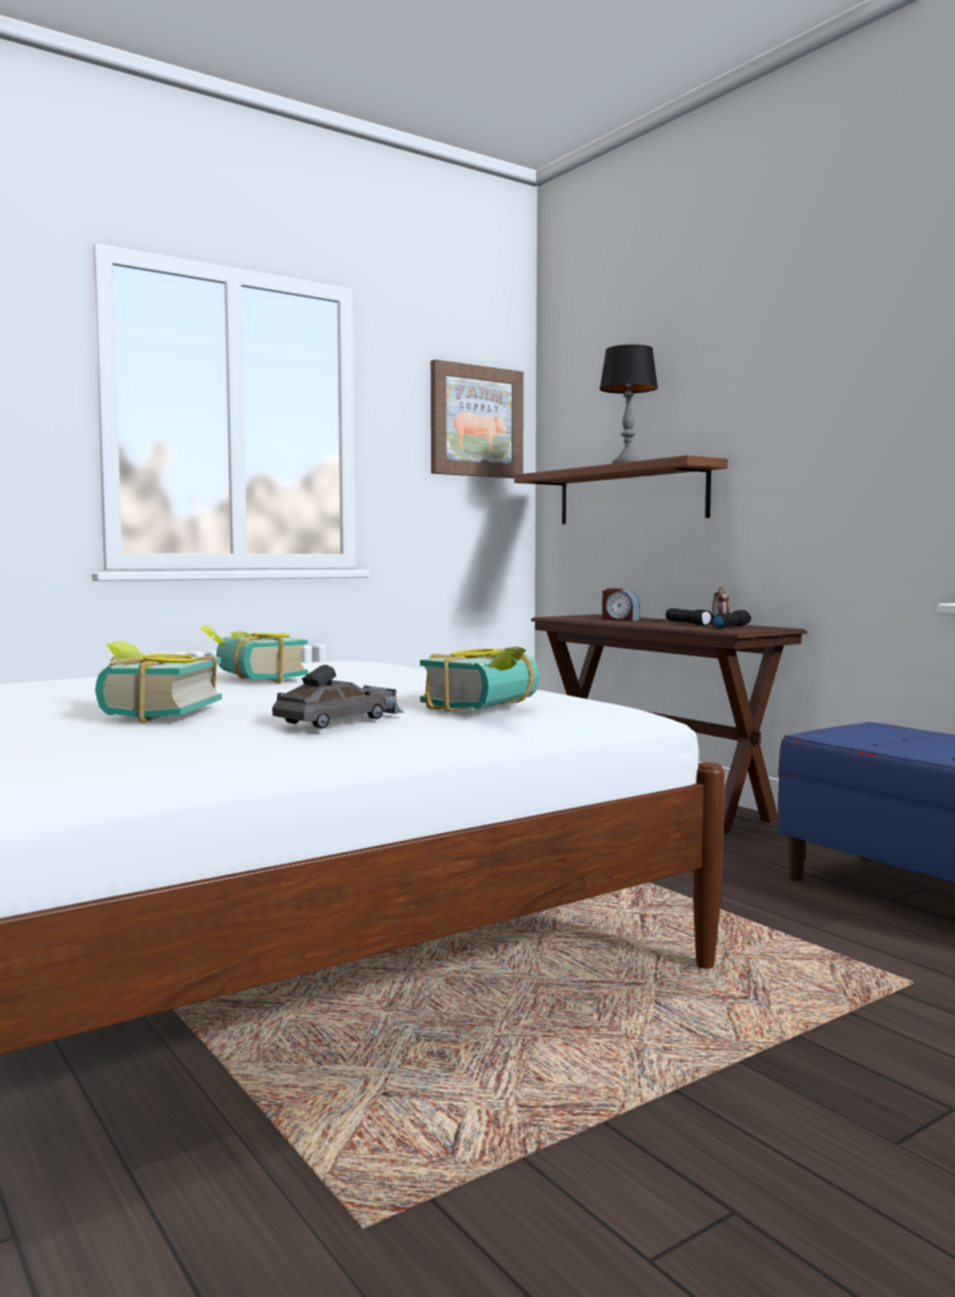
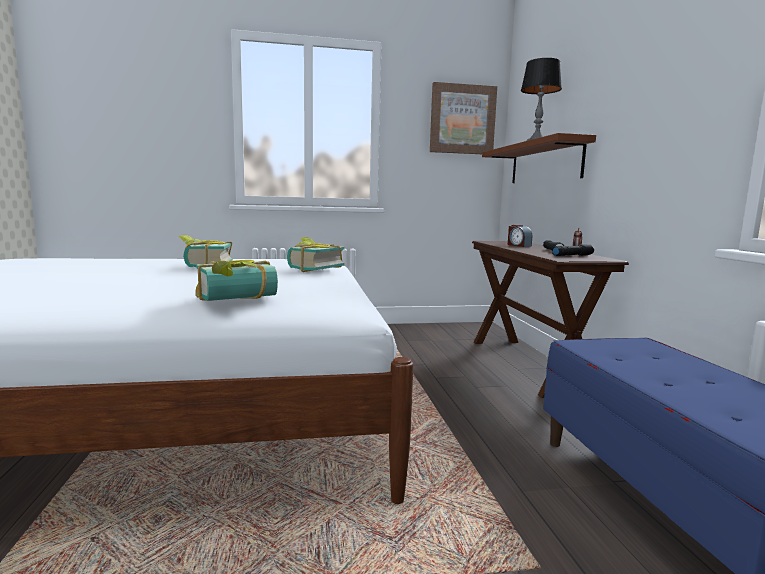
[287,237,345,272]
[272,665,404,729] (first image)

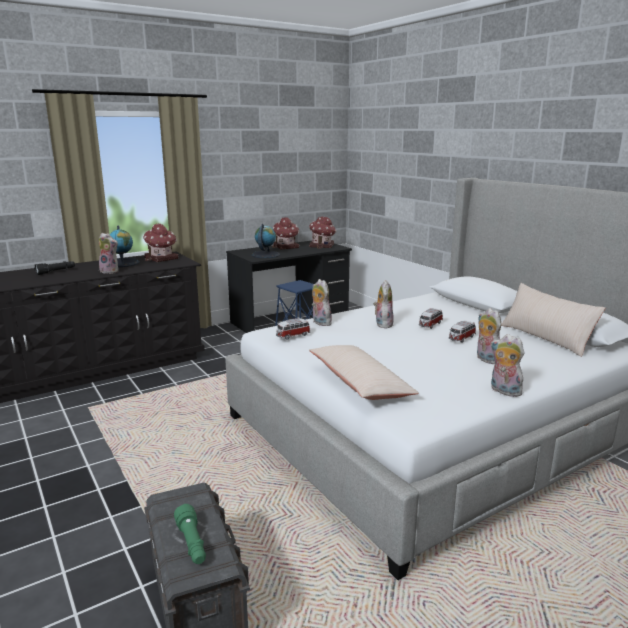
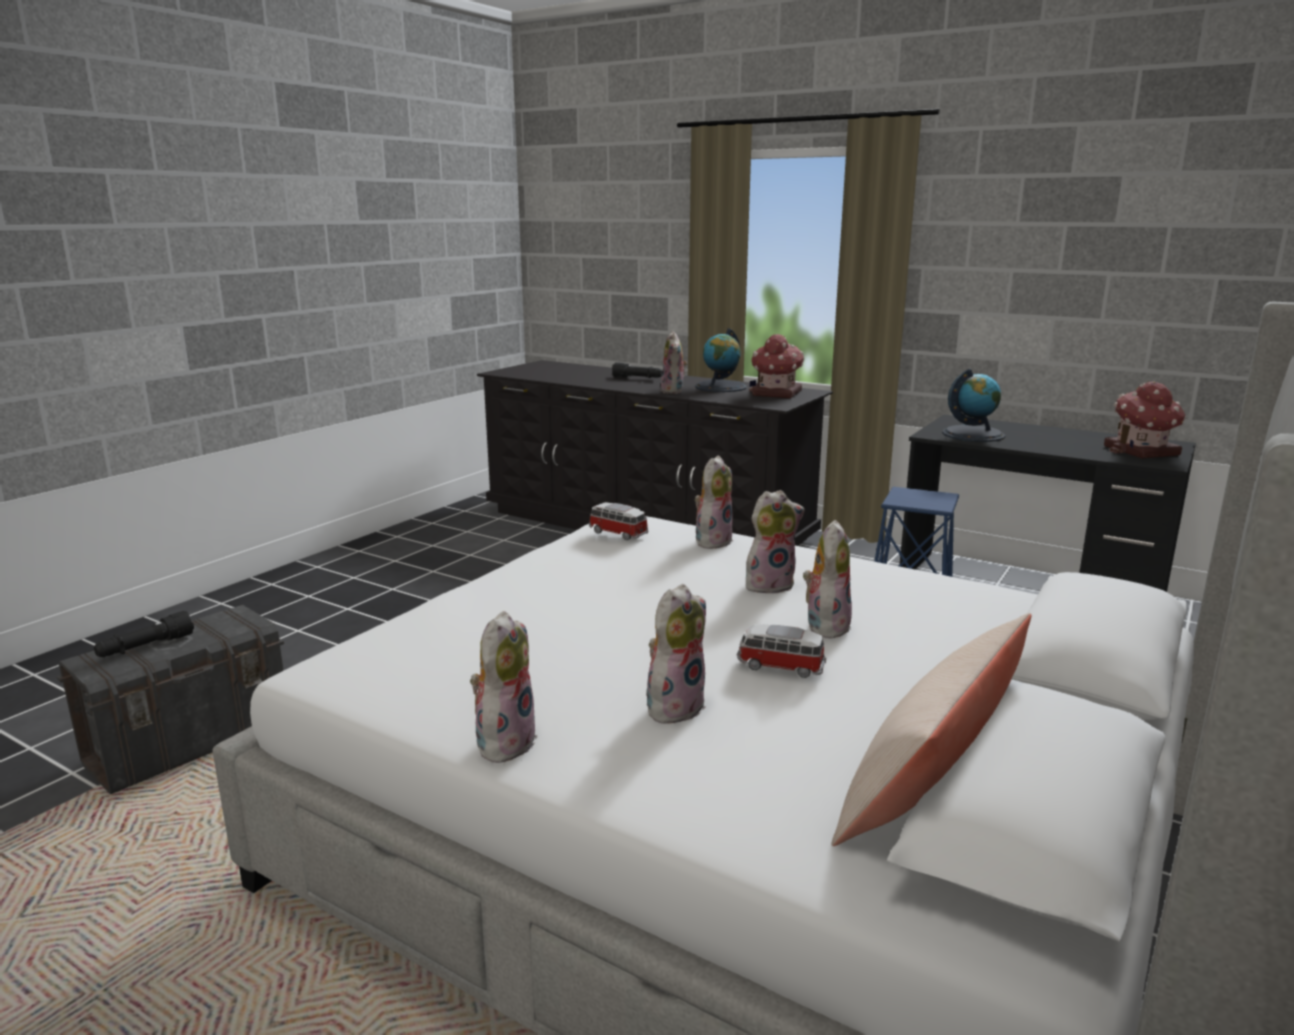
[94,611,194,657]
[803,520,852,639]
[272,217,299,249] (first image)
[309,345,419,400] (first image)

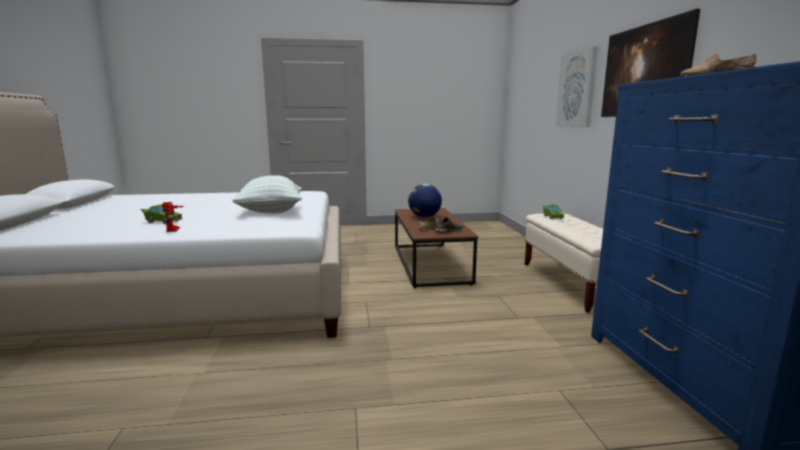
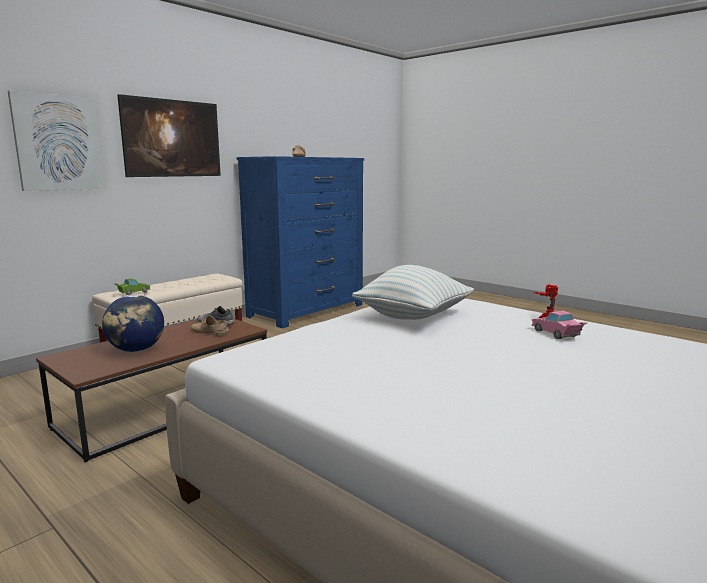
[532,311,587,339]

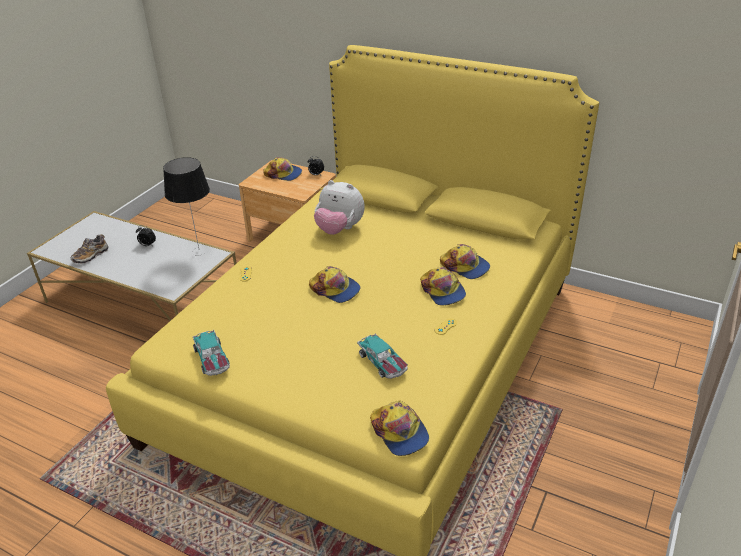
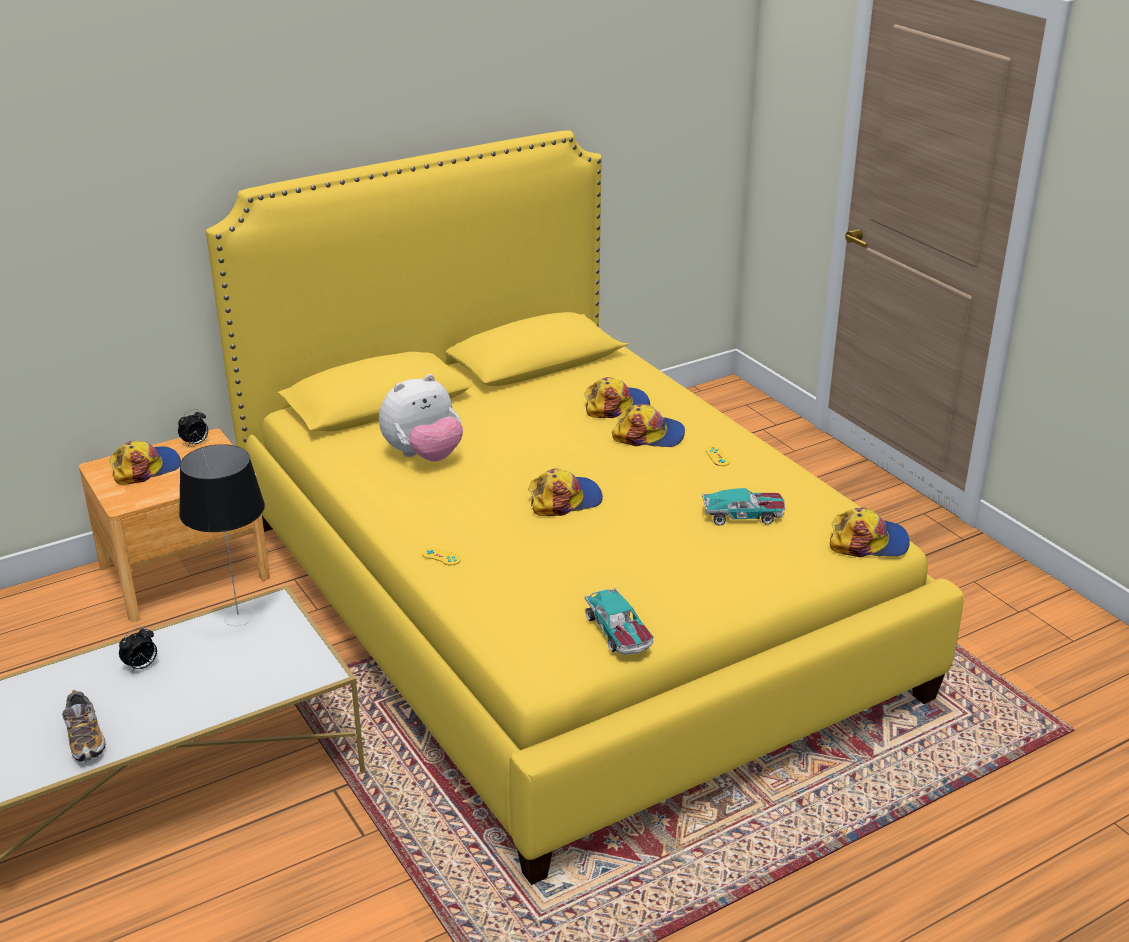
[585,588,654,655]

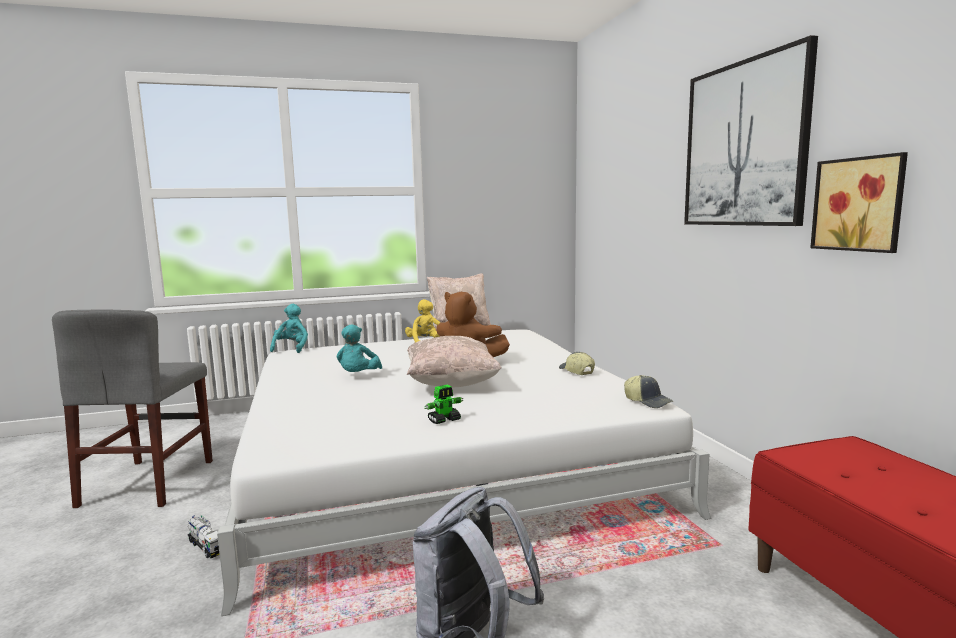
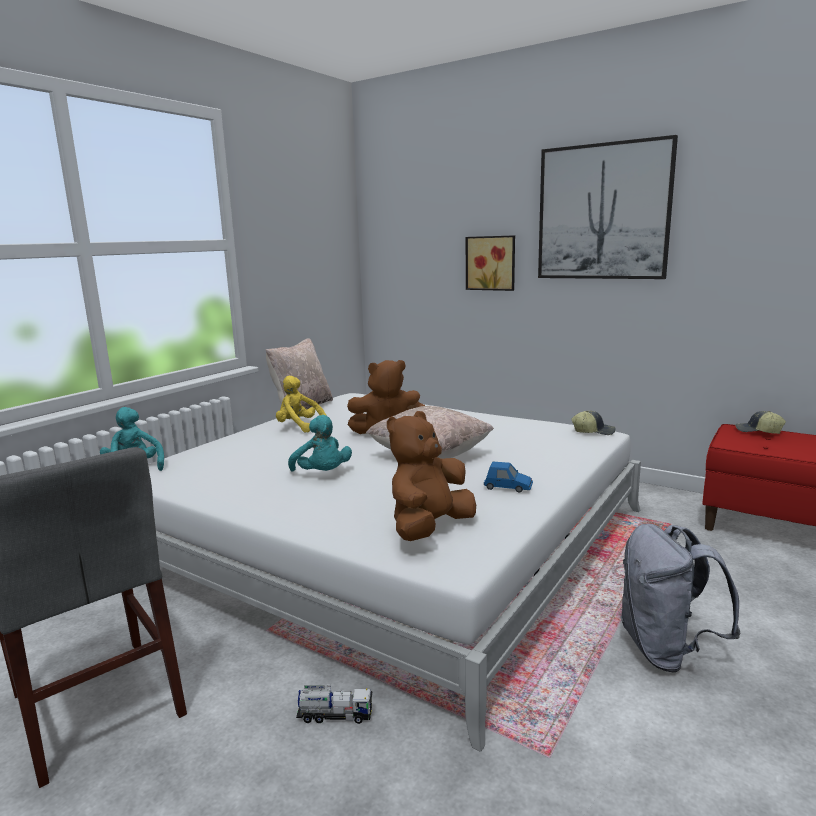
[387,411,476,541]
[466,235,515,291]
[484,462,533,493]
[735,411,786,434]

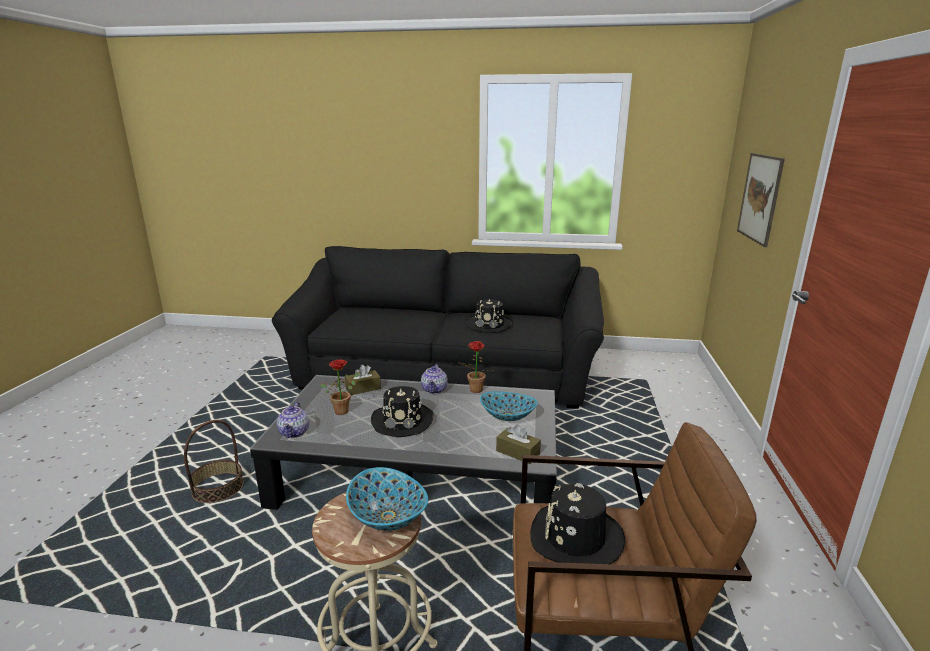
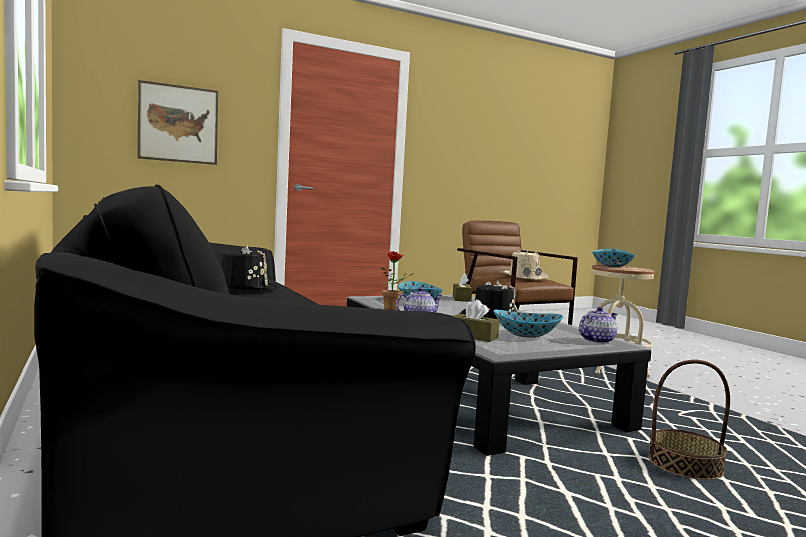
[493,310,563,338]
[501,248,549,280]

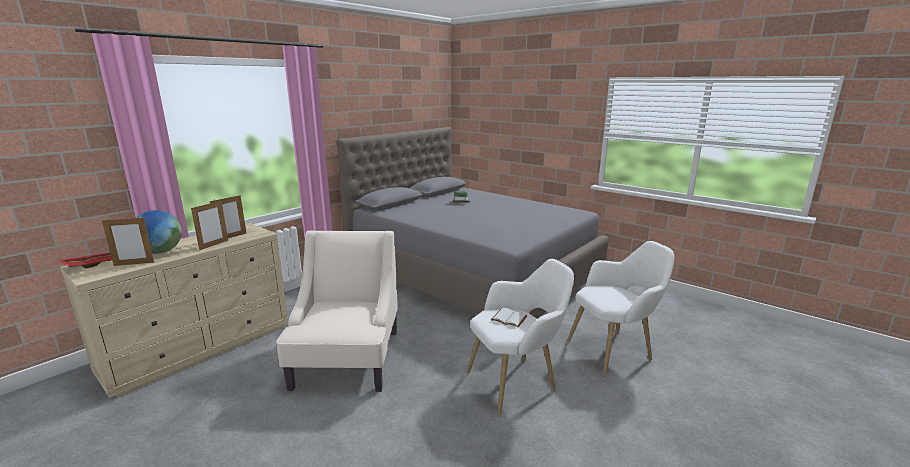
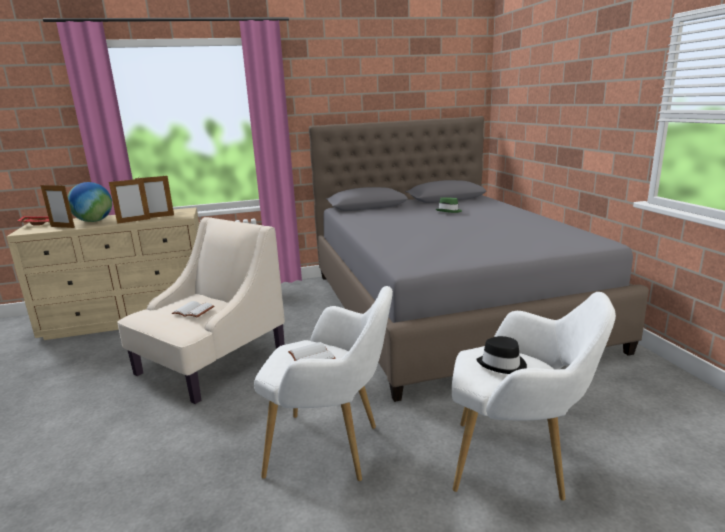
[172,301,214,317]
[476,336,527,374]

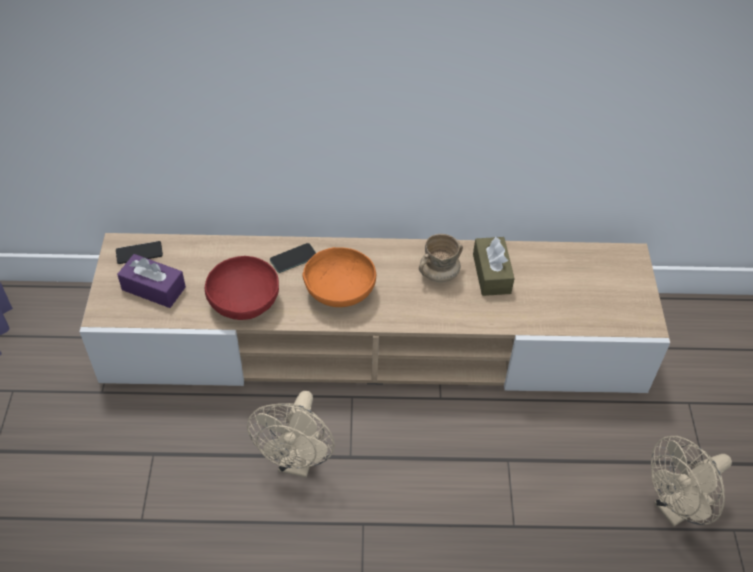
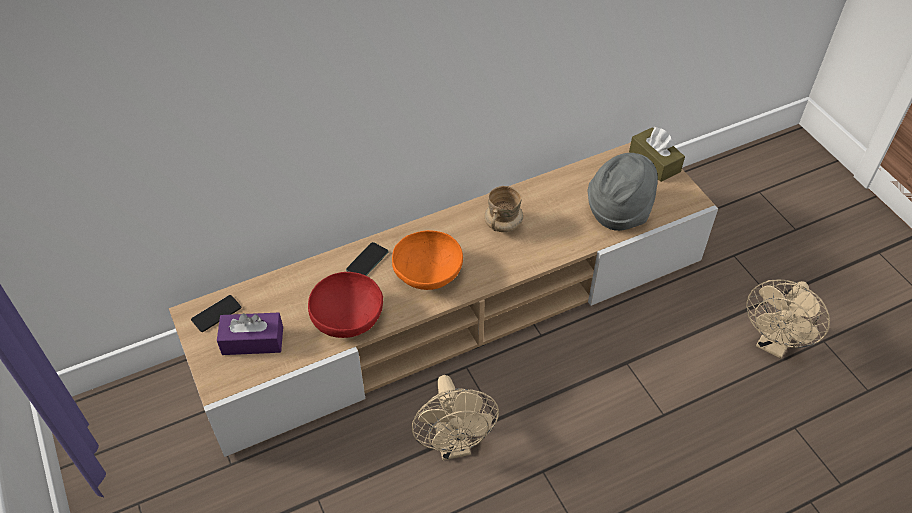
[587,153,658,231]
[629,127,685,182]

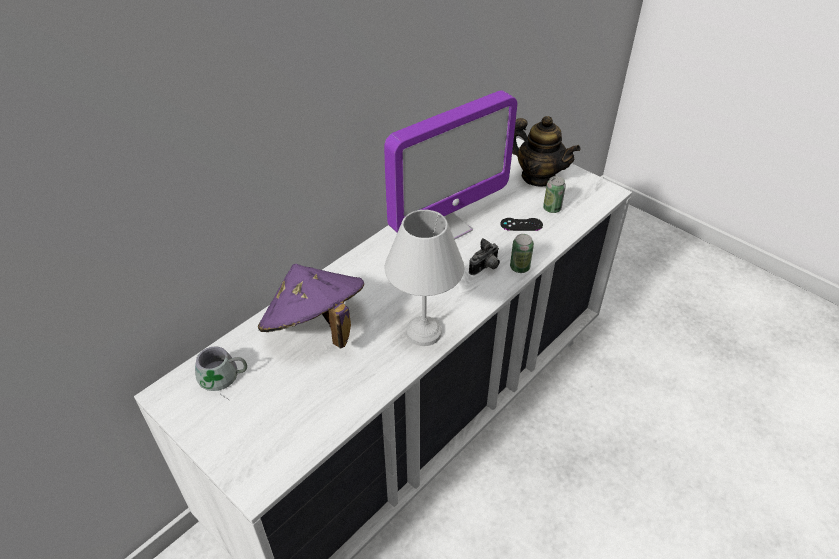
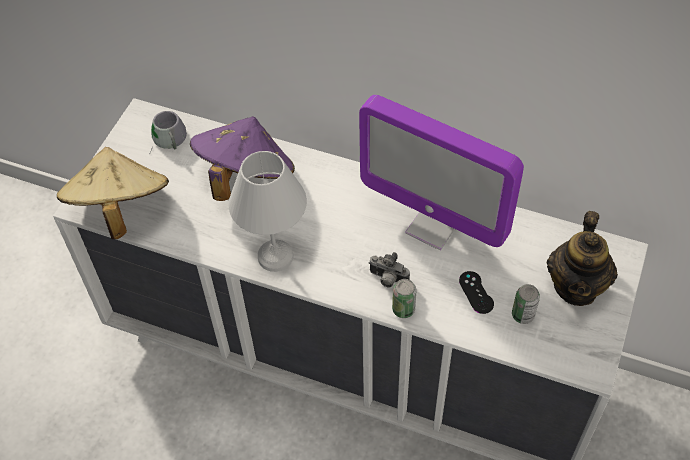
[57,147,169,239]

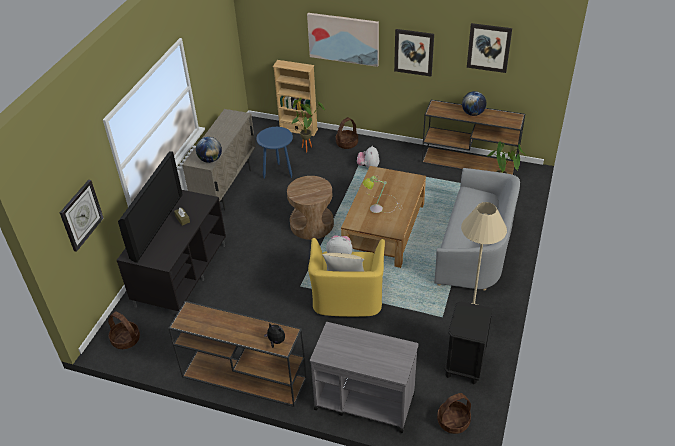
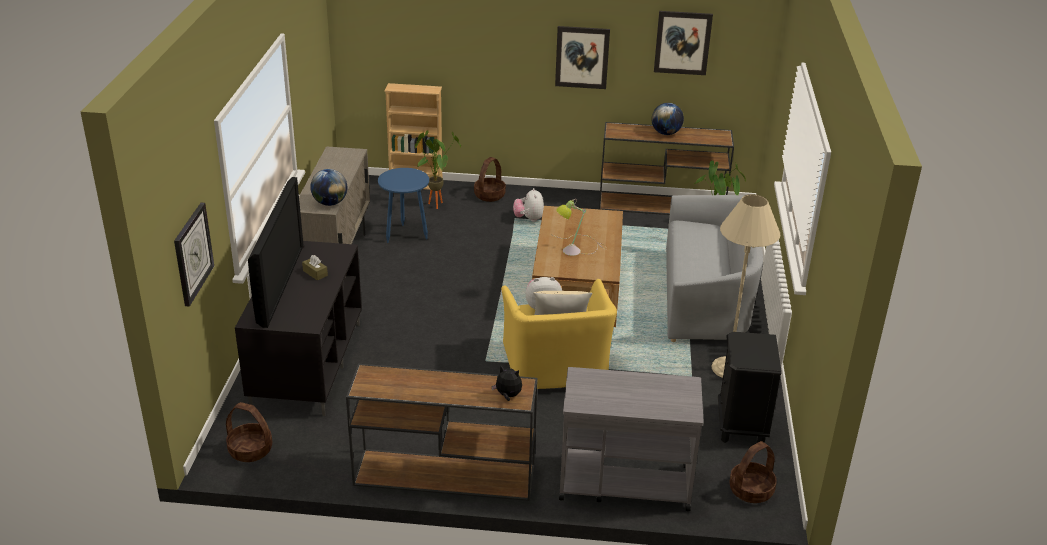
[287,176,334,240] (first image)
[307,13,379,67] (first image)

